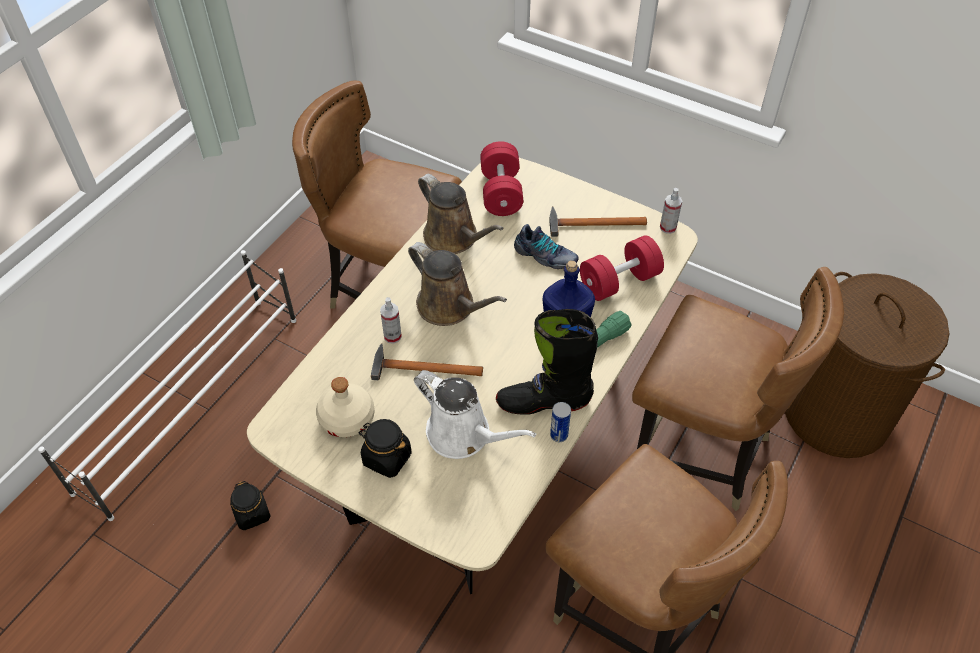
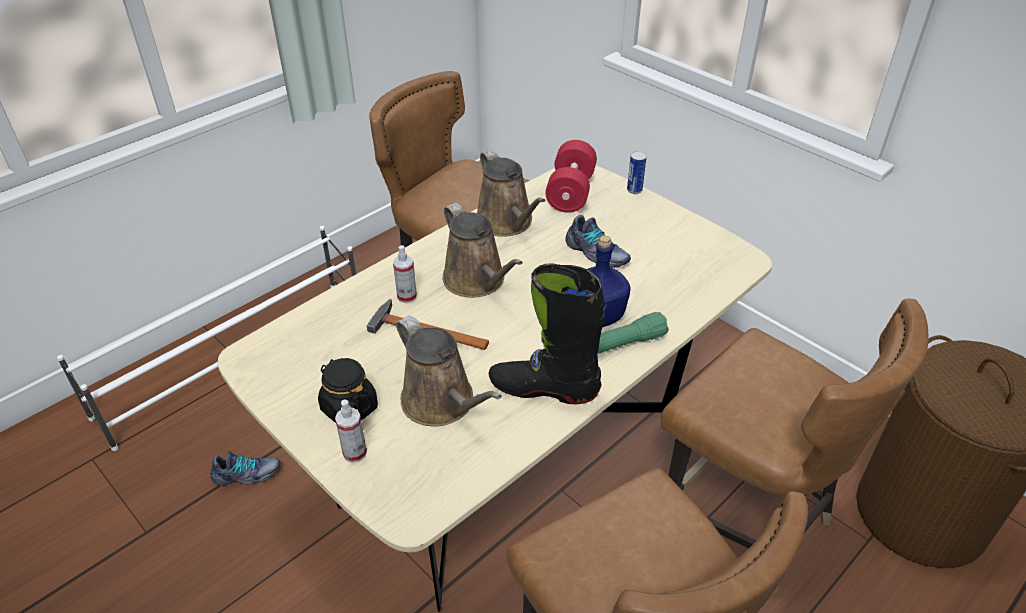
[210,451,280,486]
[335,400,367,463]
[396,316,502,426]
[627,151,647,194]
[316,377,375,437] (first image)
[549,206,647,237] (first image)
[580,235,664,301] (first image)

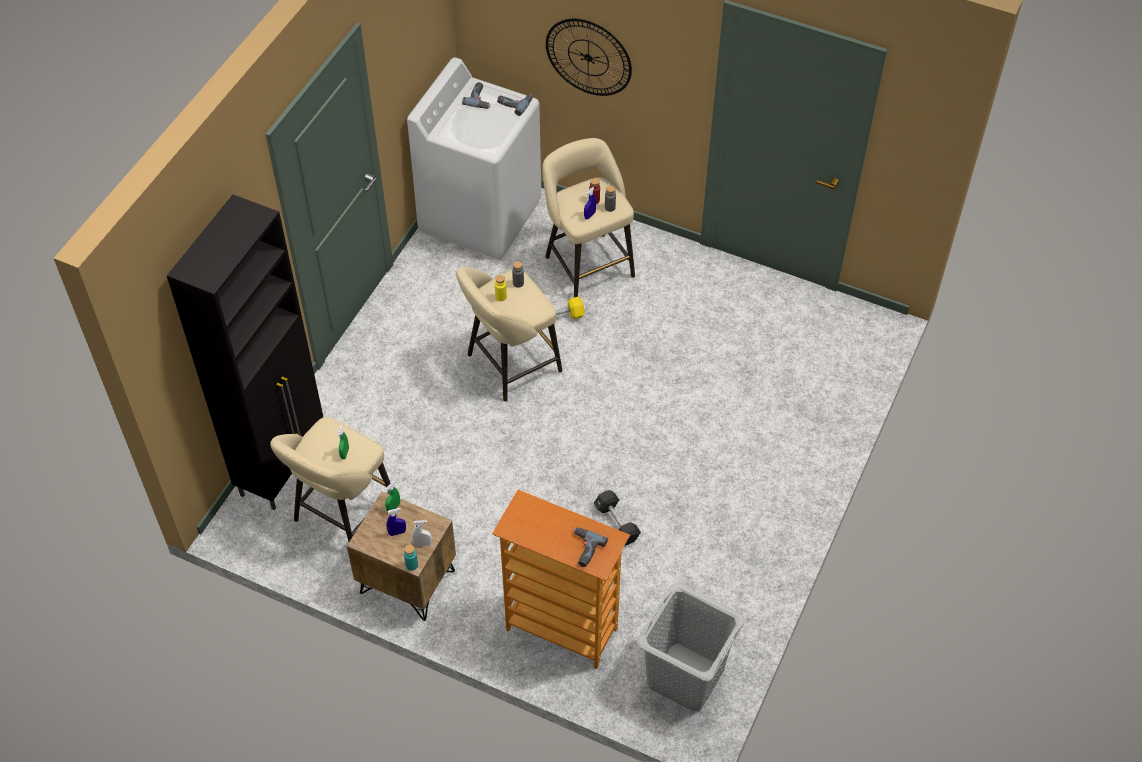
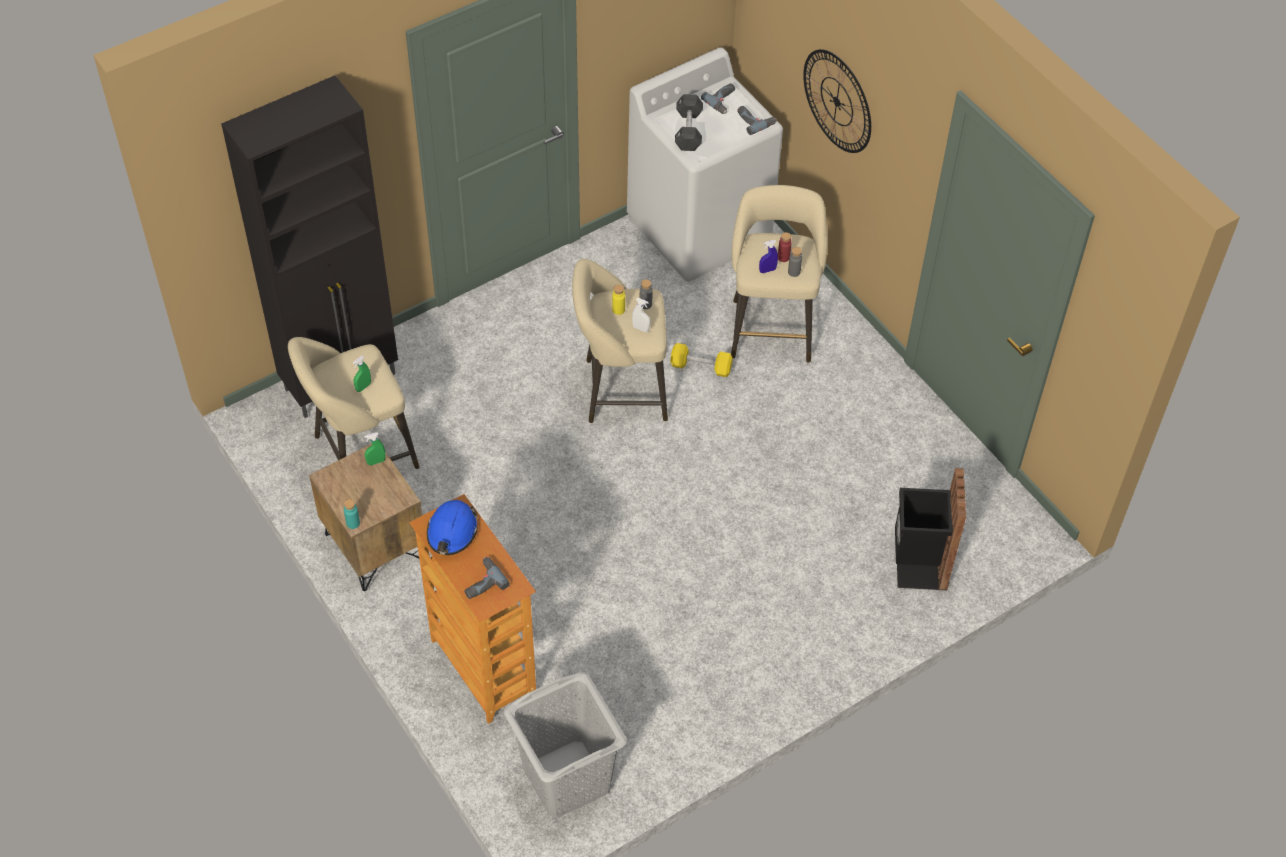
[427,500,478,555]
[632,298,650,332]
[675,94,703,151]
[895,468,966,590]
[387,508,406,536] (first image)

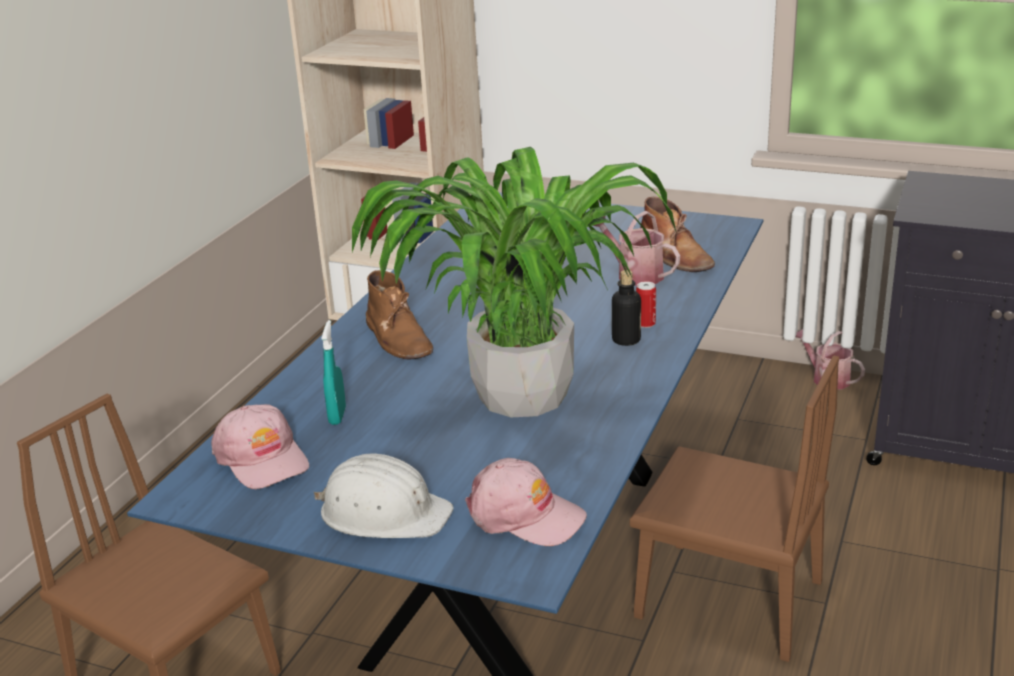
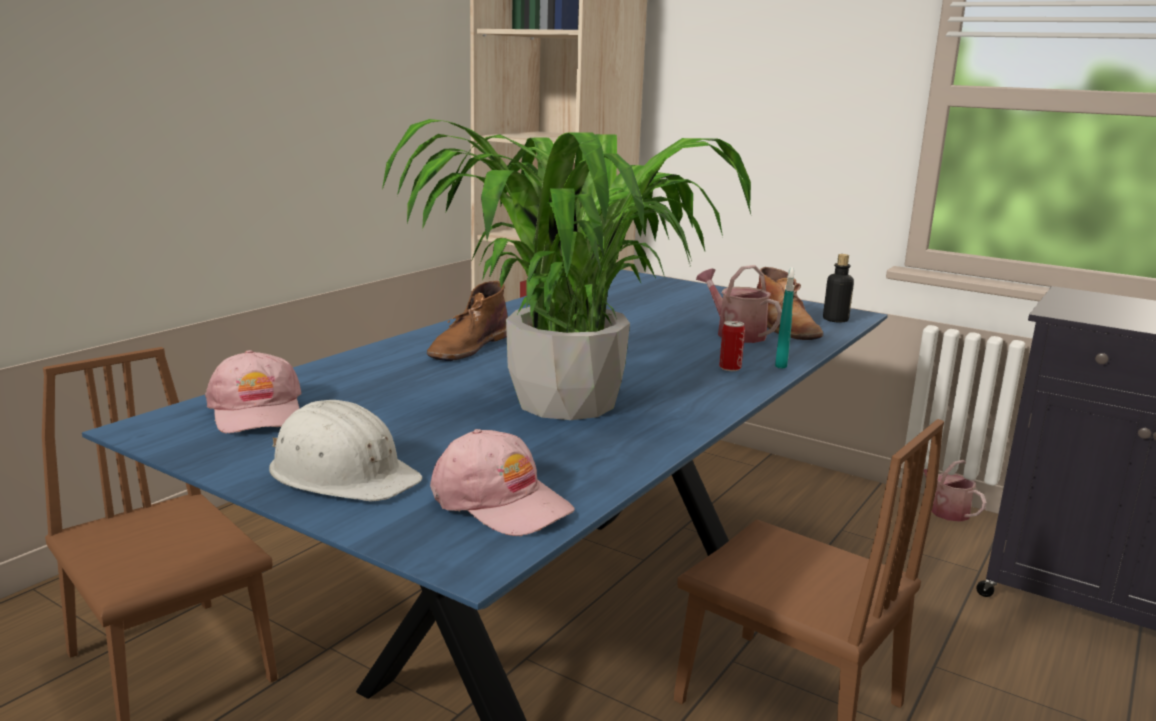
[427,281,508,361]
[775,267,795,369]
[823,254,854,323]

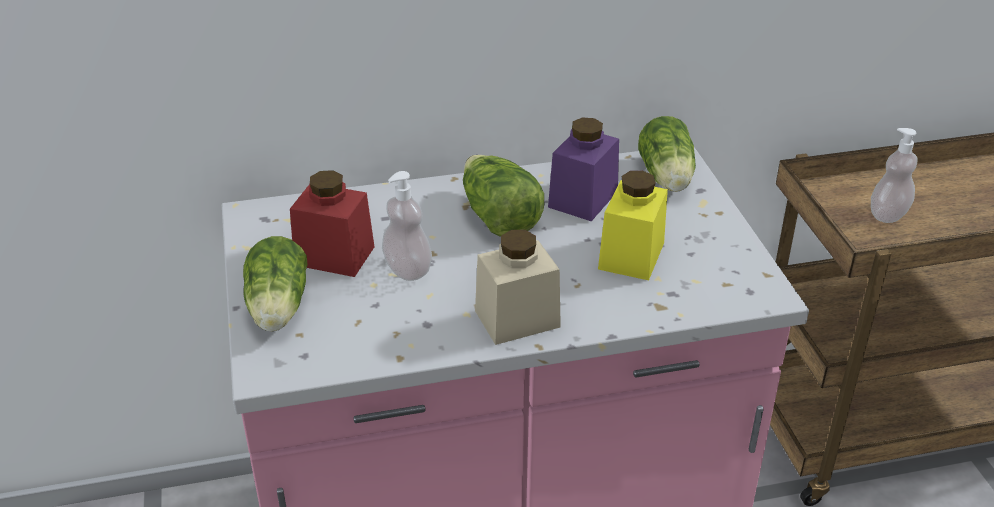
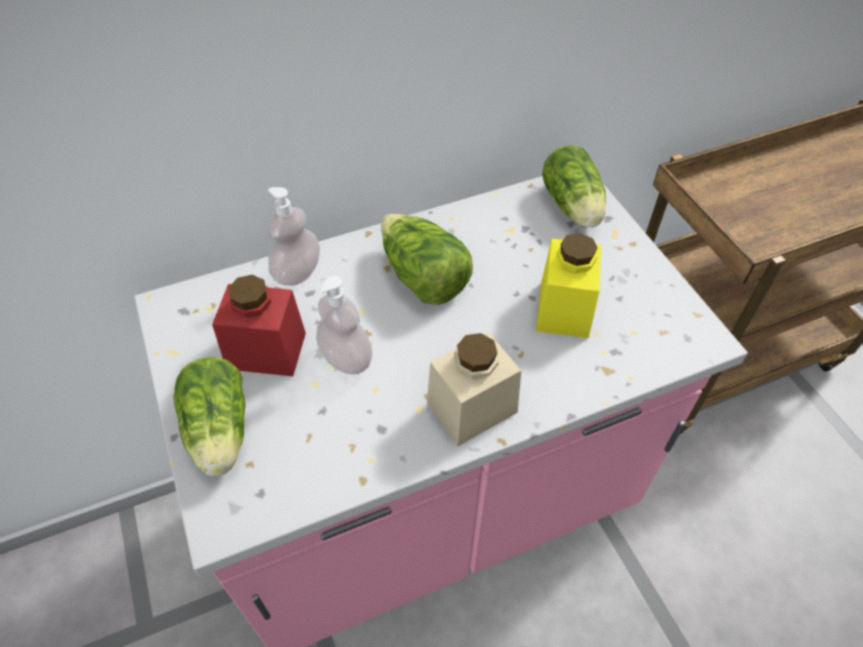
[268,187,320,286]
[548,117,619,221] (first image)

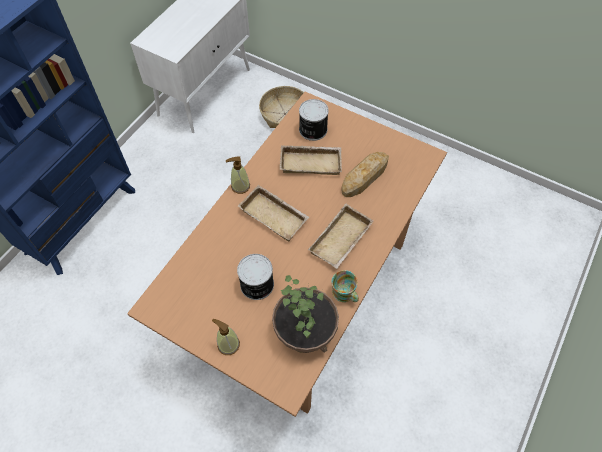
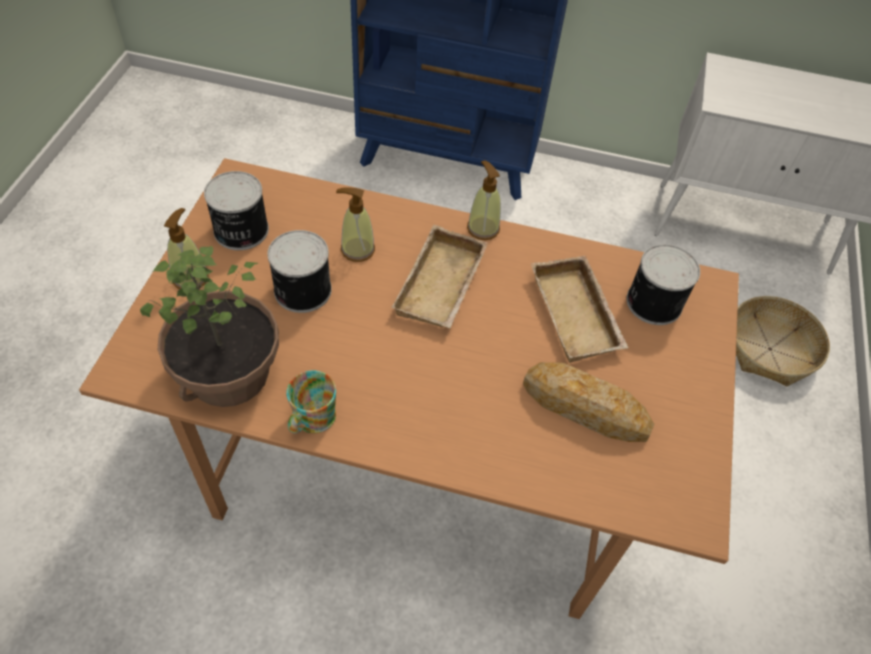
[204,171,269,250]
[336,187,375,262]
[308,204,374,269] (first image)

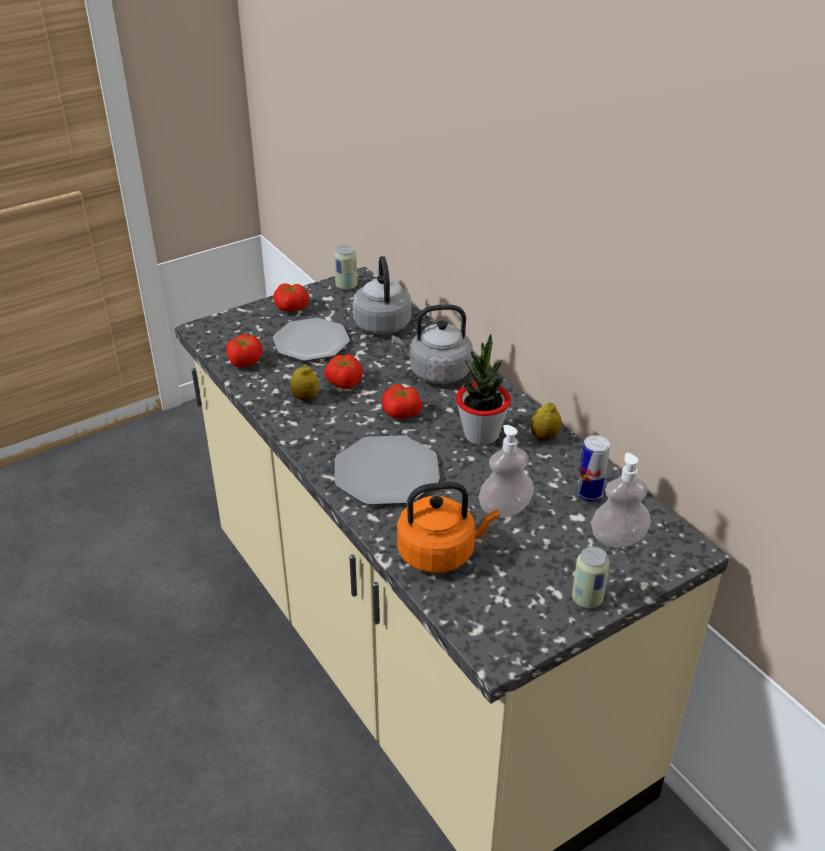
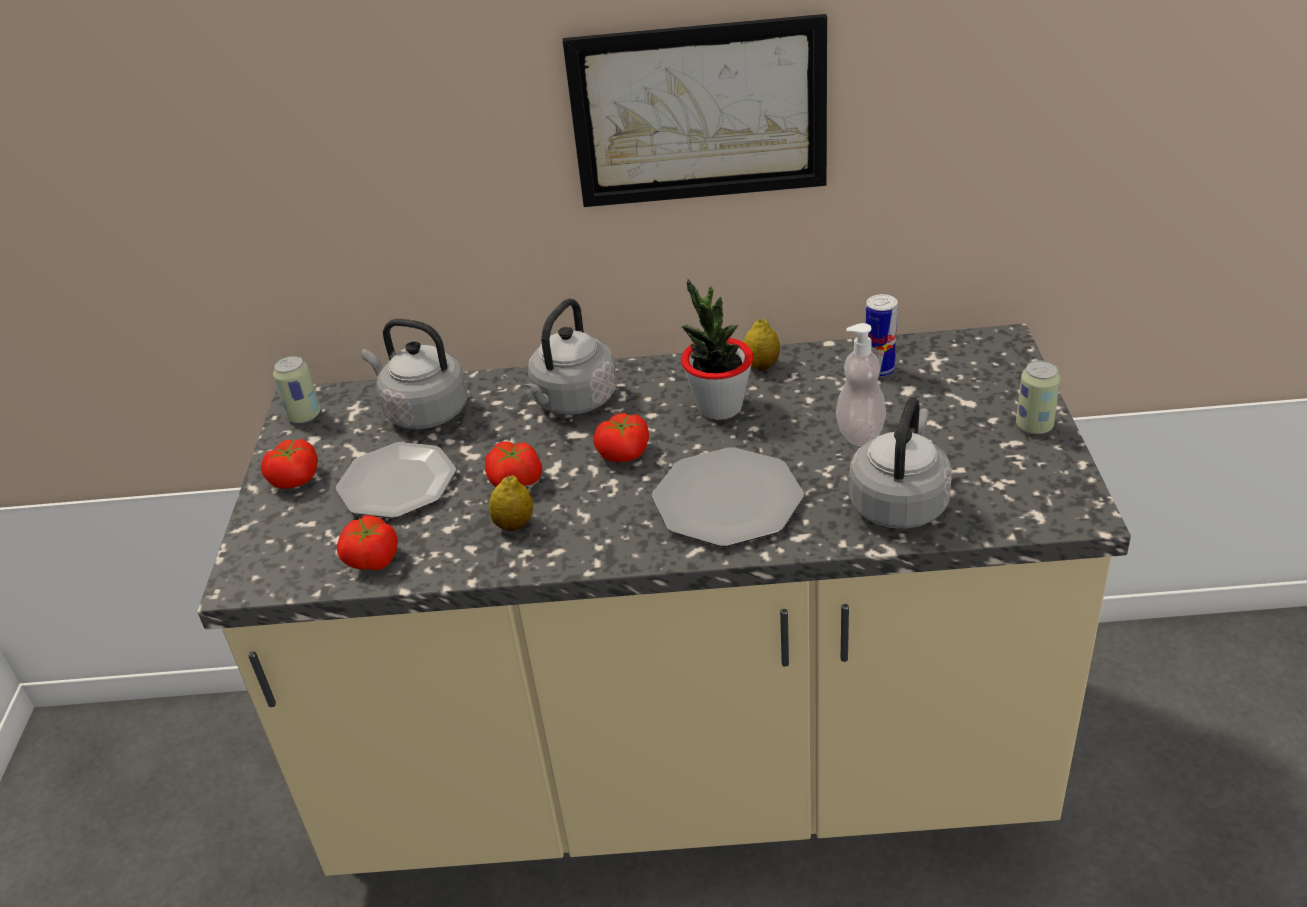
[563,14,827,207]
[849,397,952,529]
[591,453,651,548] (first image)

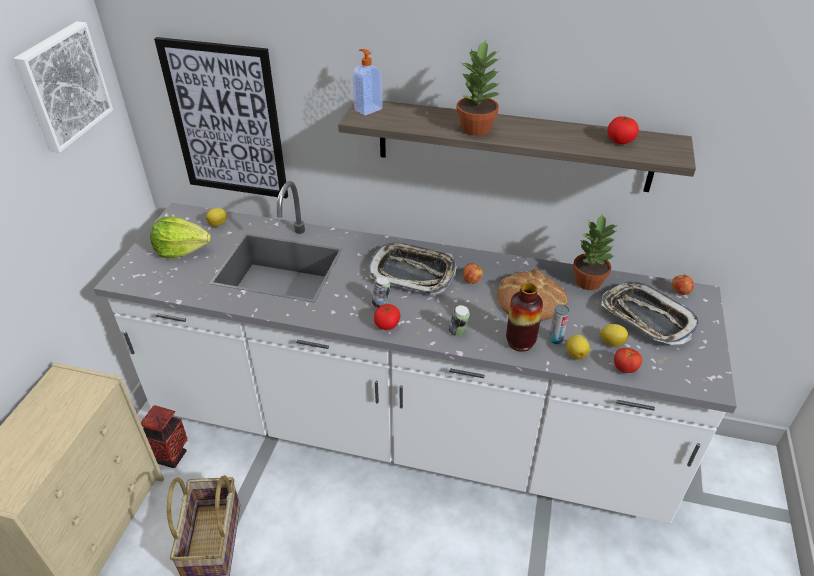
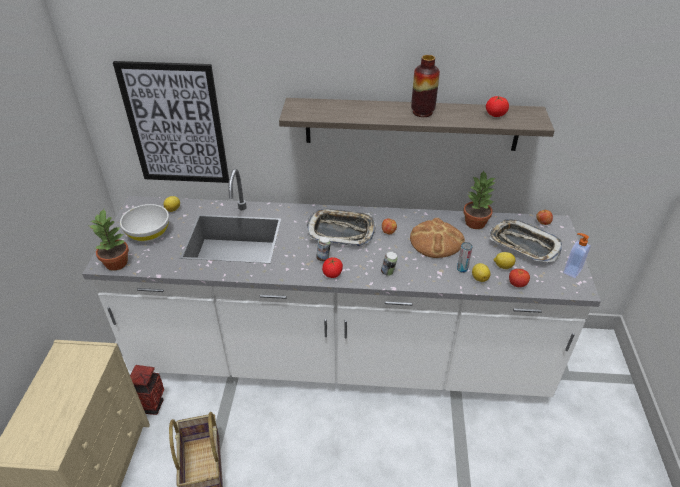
[89,210,129,271]
[120,204,169,242]
[411,55,440,117]
[563,233,591,278]
[13,21,113,153] (first image)

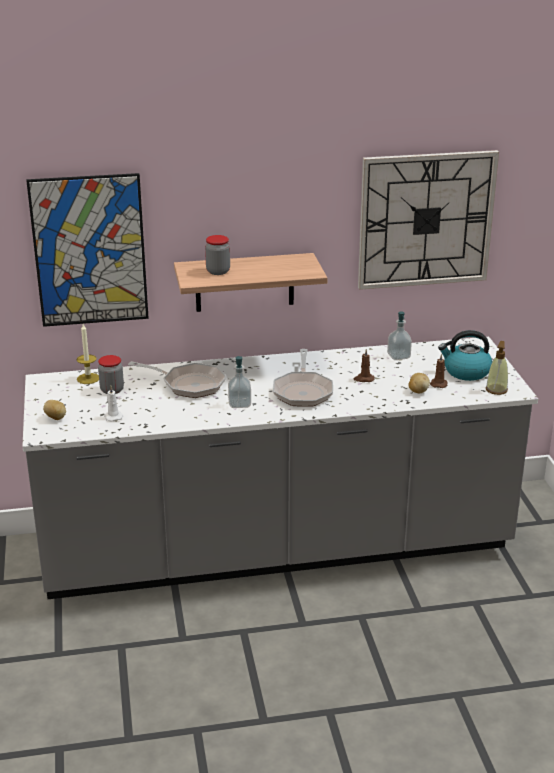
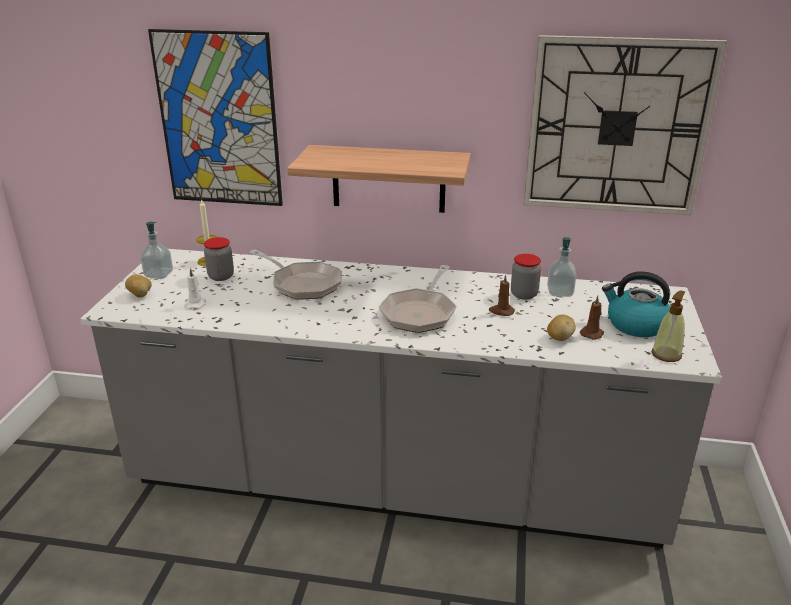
[141,222,173,279]
[511,254,541,300]

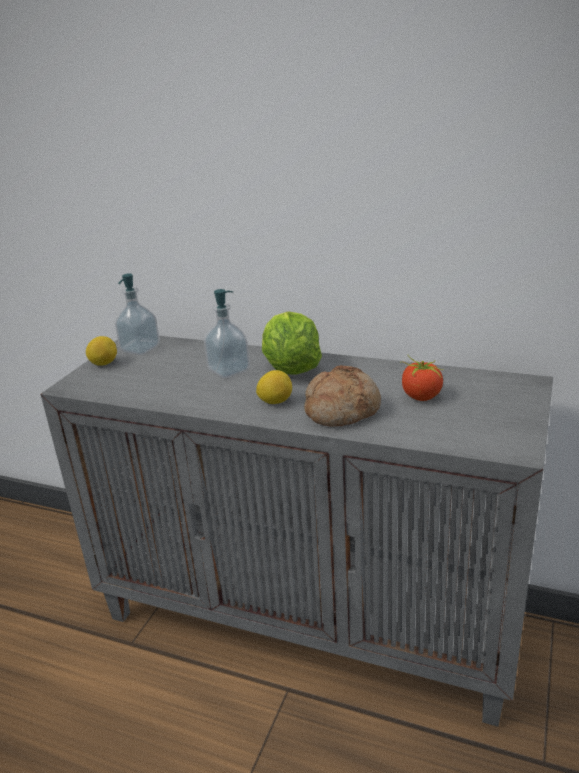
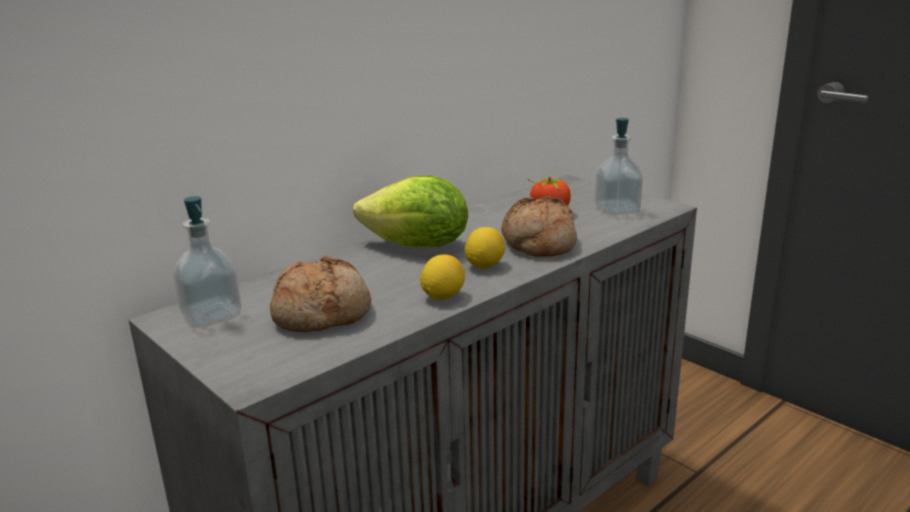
[270,256,371,332]
[420,254,465,300]
[595,118,643,215]

